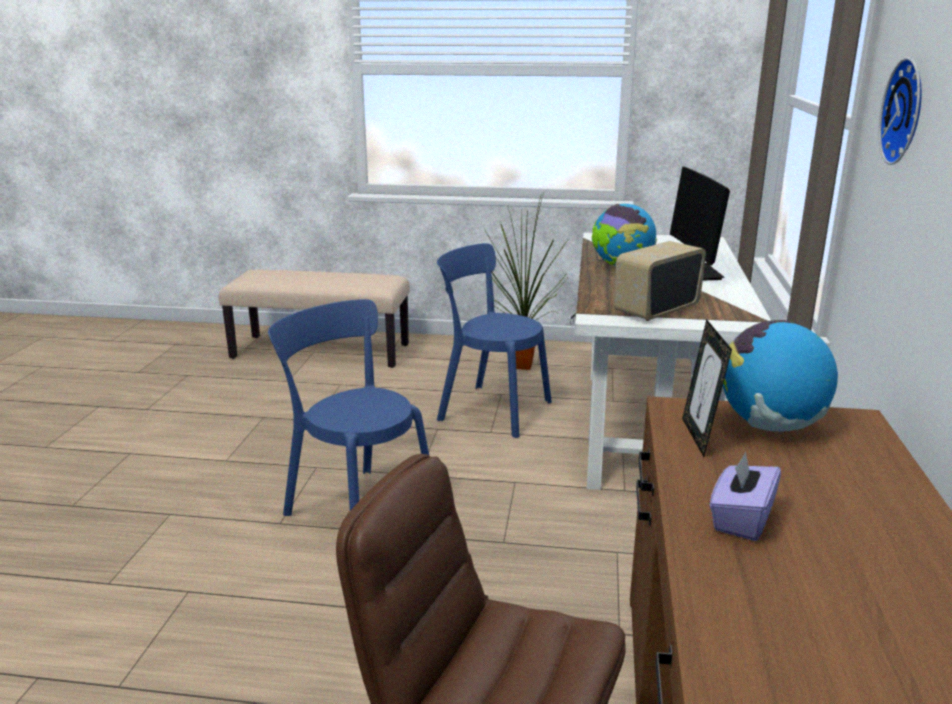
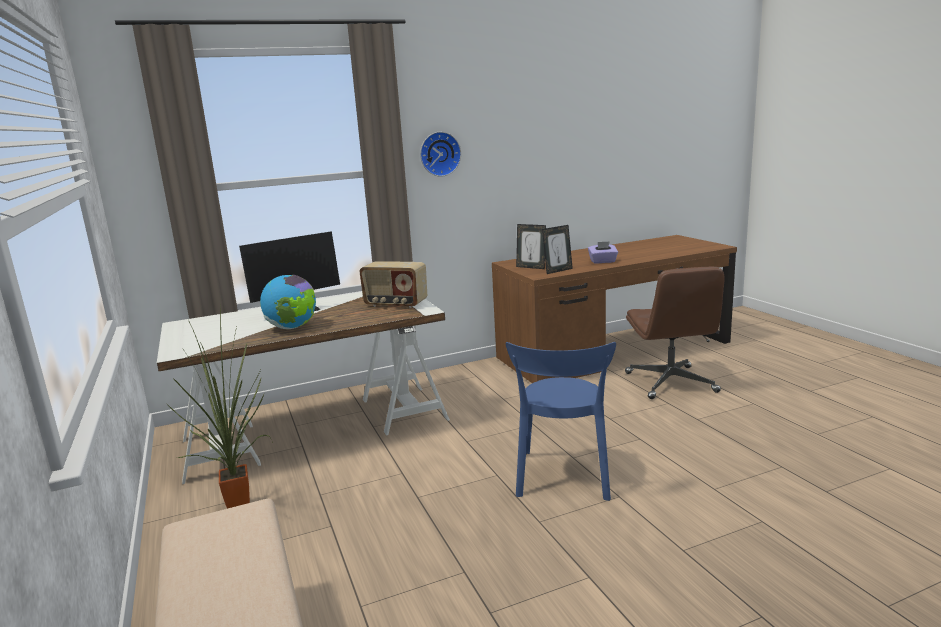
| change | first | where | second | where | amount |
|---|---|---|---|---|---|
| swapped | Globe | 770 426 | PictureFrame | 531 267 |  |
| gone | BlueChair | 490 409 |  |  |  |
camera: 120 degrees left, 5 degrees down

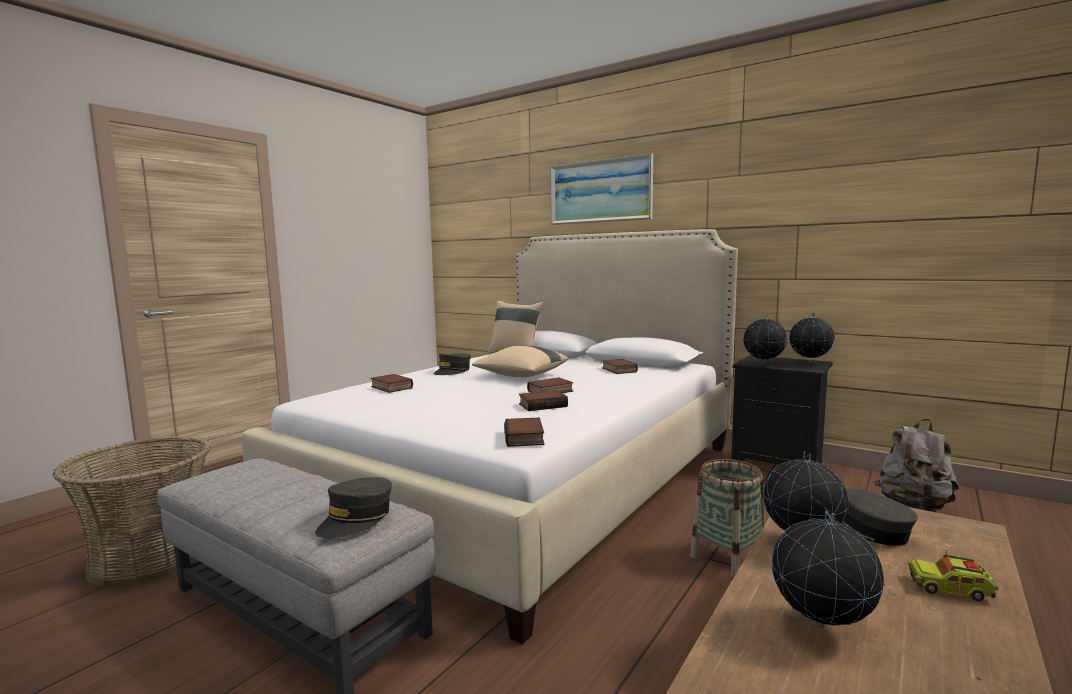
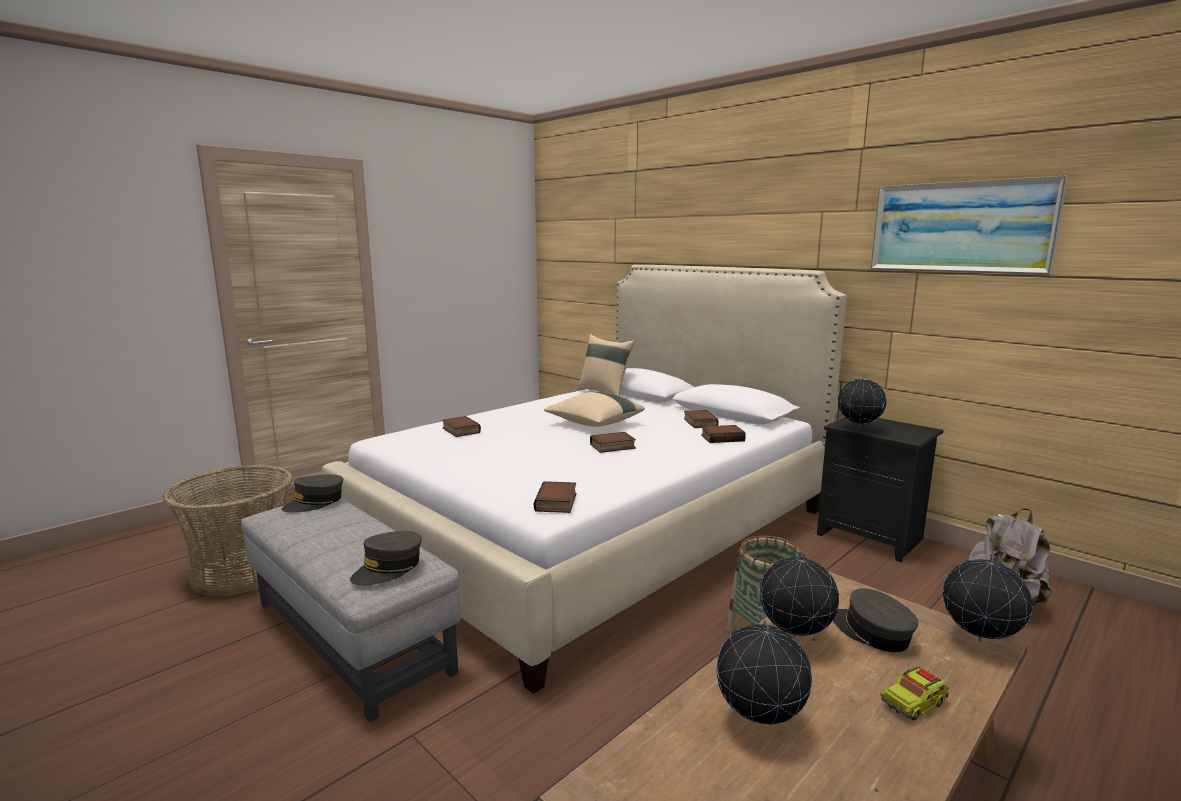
| change | first | where | second | where | amount |
|---|---|---|---|---|---|
| shifted | GreyCap | 452 371 |  | 315 502 |  |
| shifted | Book | 543 405 |  | 722 437 |  |
| shifted | Picture | 600 191 |  | 960 227 |  |
| rotated | ToyTruck | 950 589 |  | 913 703 | 60 degrees counterclockwise |
| shifted | Globe | 809 363 |  | 978 641 |  |
camera: 10 degrees right, 5 degrees up

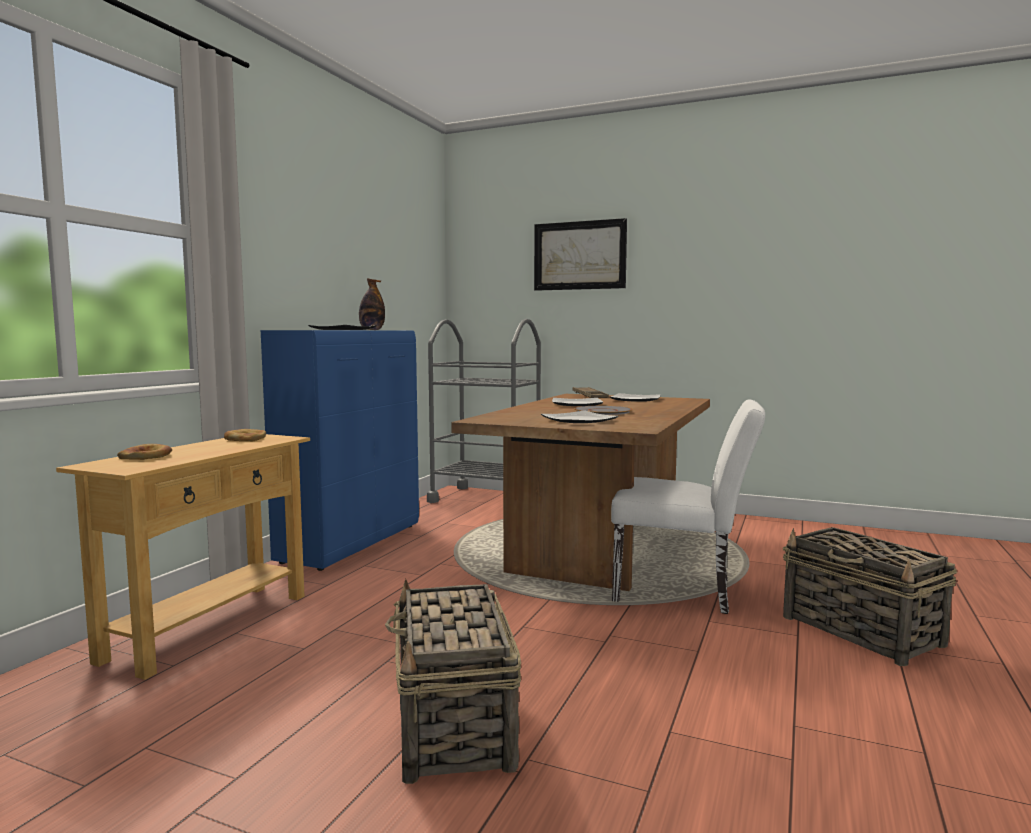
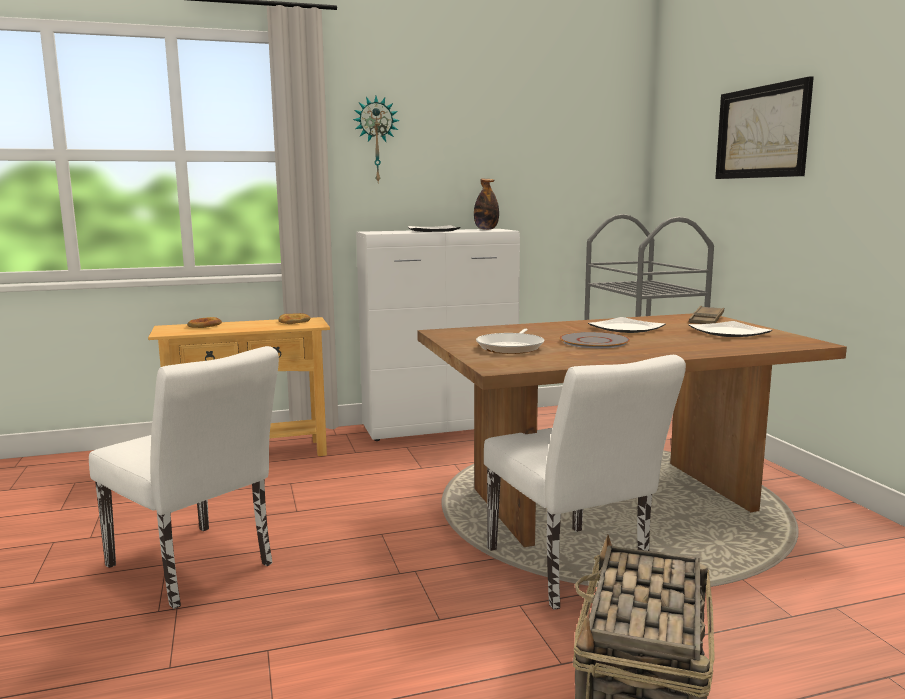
| change | first | where | second | where | amount |
|---|---|---|---|---|---|
| swapped | Basket | 453 726 | WhiteChair | 196 569 |  |
| new |  |  | WallClock | 376 140 |  |
| repainted | BlueCabinet | 352 543 | WhiteCabinet | 440 427 |  |
| swapped | Plate | 579 420 | FryingPan | 511 347 |  |
camera: 50 degrees right, 5 degrees up

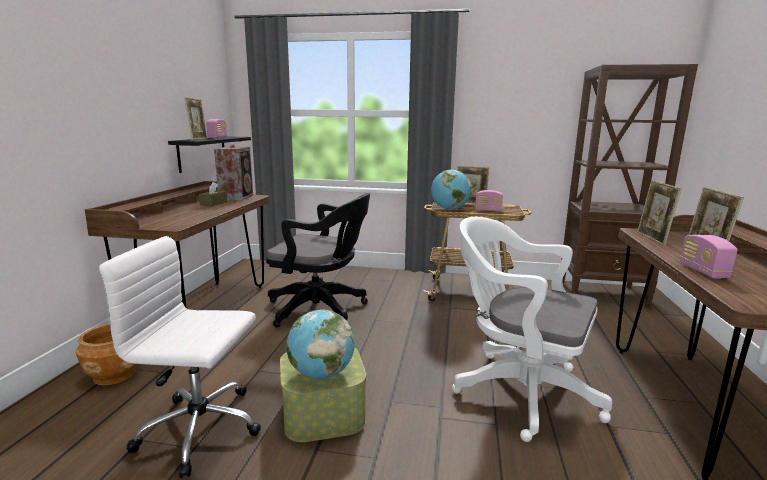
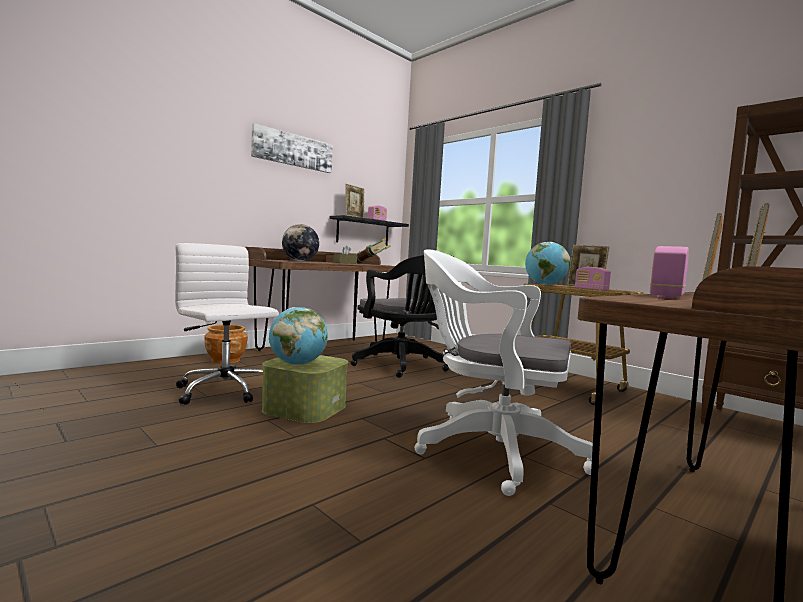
| change | first | where | second | where | amount |
|---|---|---|---|---|---|
| new |  |  | Picture | 293 150 |  |
| new |  |  | Globe | 300 261 |  |
| swapped | Speaker | 237 197 | Book | 371 264 |  |
| rotated | WhiteOfficeChair | 518 391 |  | 490 450 | 45 degrees counterclockwise |
camera: 35 degrees right, 10 degrees down

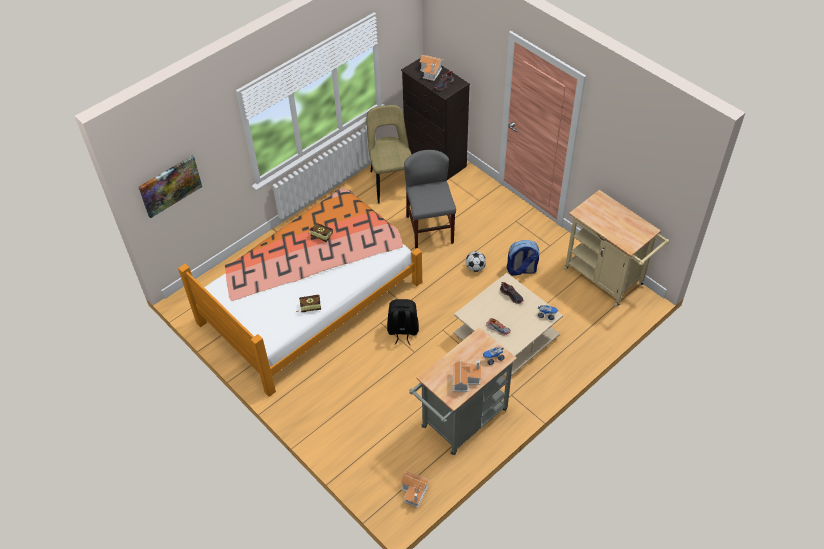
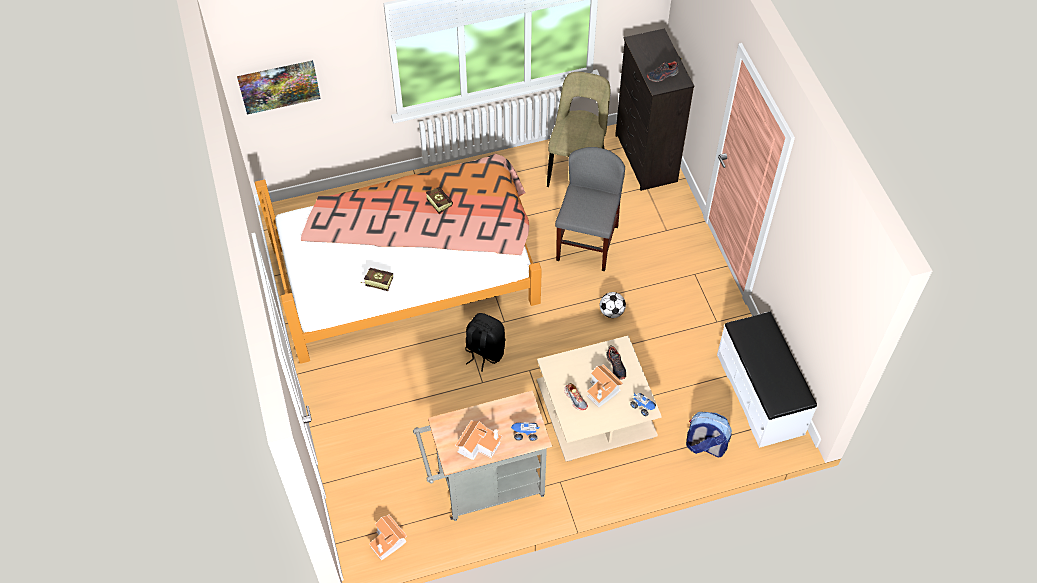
| change | first | where | second | where | amount |
|---|---|---|---|---|---|
| shifted | ToyHouse | 431 72 |  | 603 391 |  |
| shifted | Backpack | 521 270 |  | 705 446 |  |
| swapped | BeigeCart | 607 279 | WhiteBench | 760 393 |  |
camera: 25 degrees right, 5 degrees up

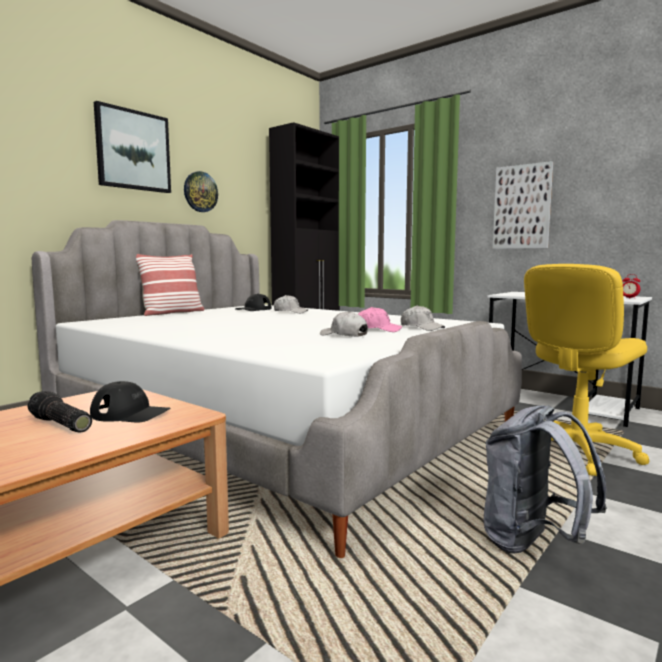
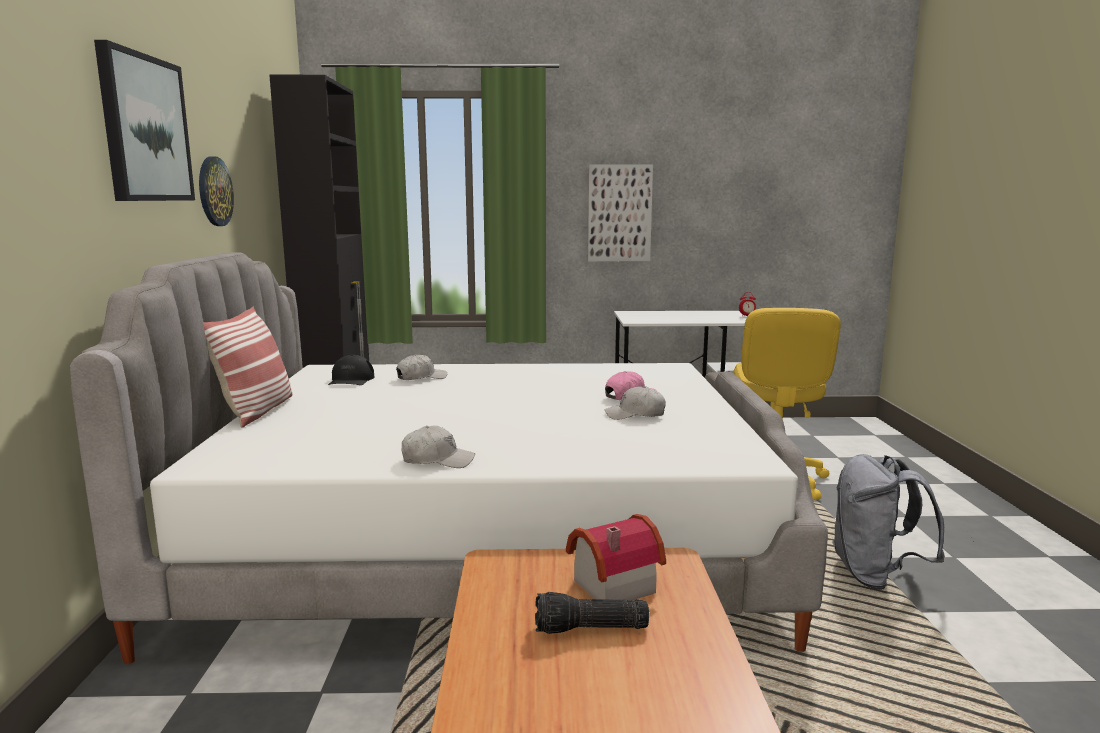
| change | first | where | second | where | amount |
|---|---|---|---|---|---|
| shifted | WhiteCap | 421 327 |  | 437 460 |  |
| swapped | BlackCap | 130 413 | ToyHouse | 609 584 |  |
camera: 40 degrees left, 5 degrees up

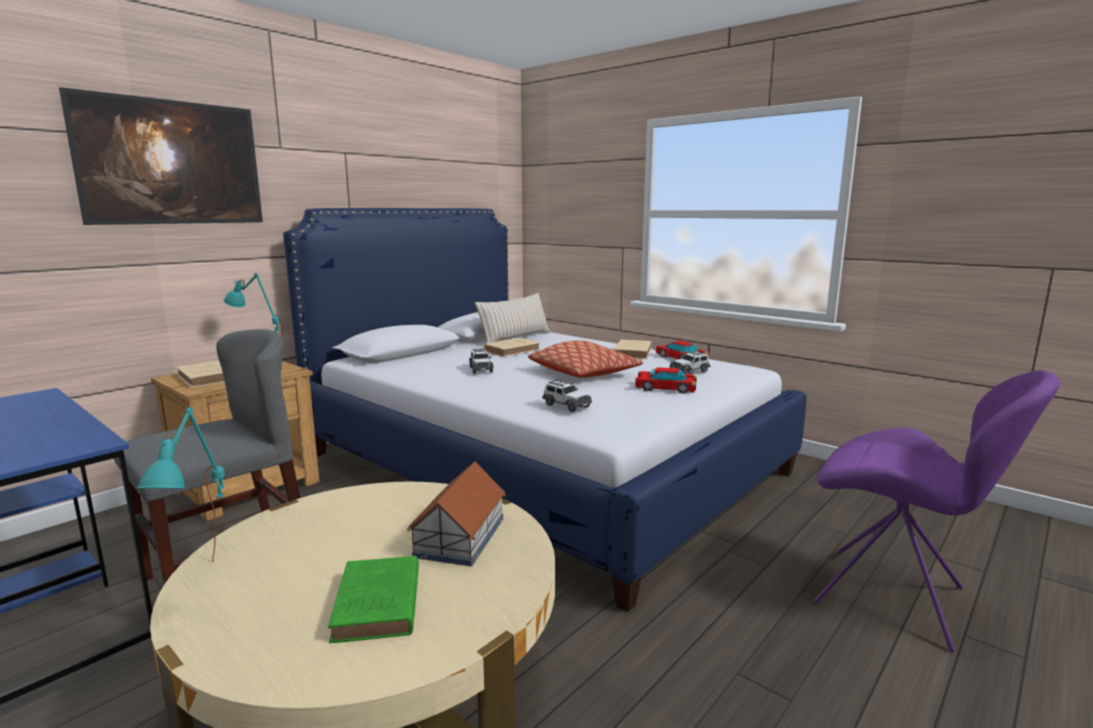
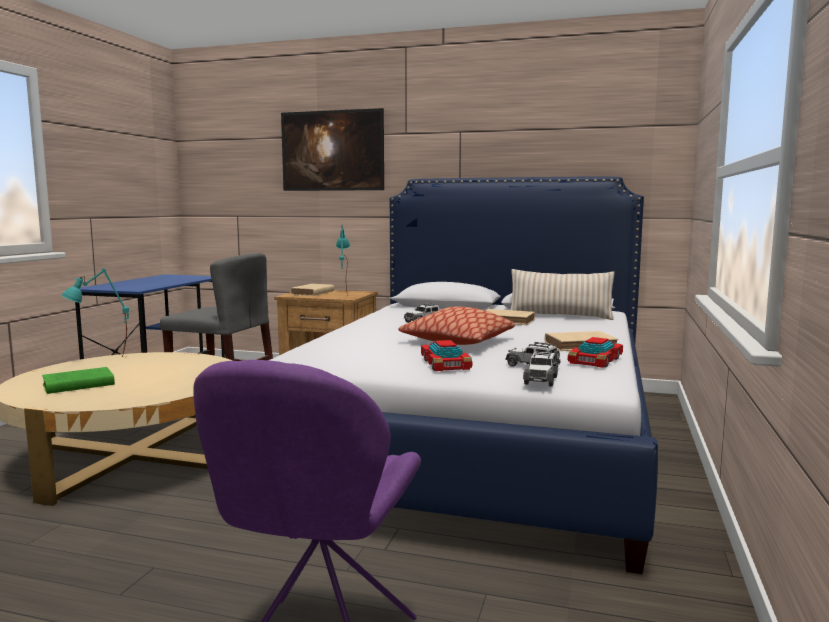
| change | first | where | second | where | amount |
|---|---|---|---|---|---|
| shifted | ToyCar | 566 406 |  | 541 380 |  |
| gone | ToyHouse | 461 536 |  |  |  |
camera: 65 degrees right, 5 degrees down

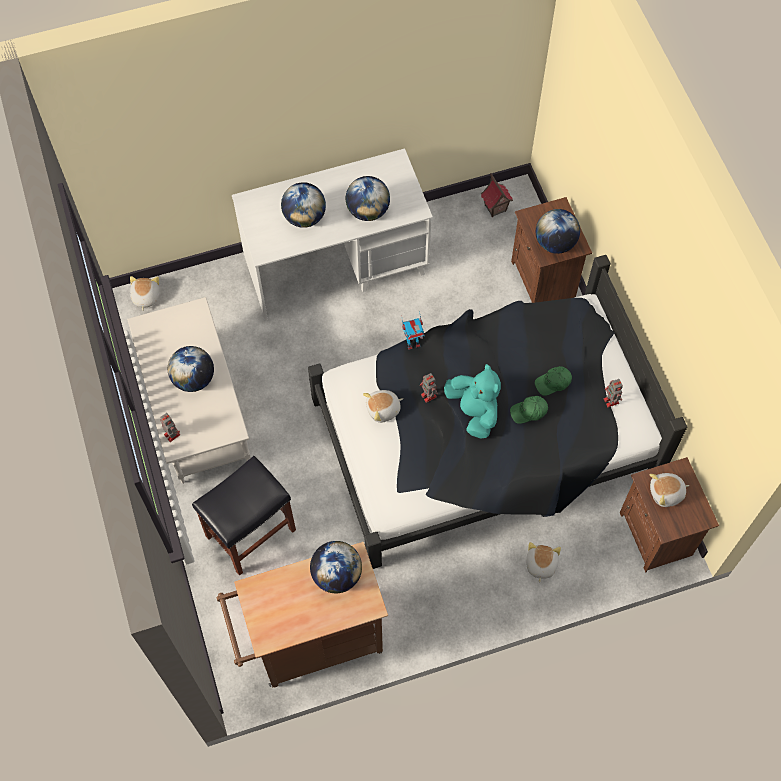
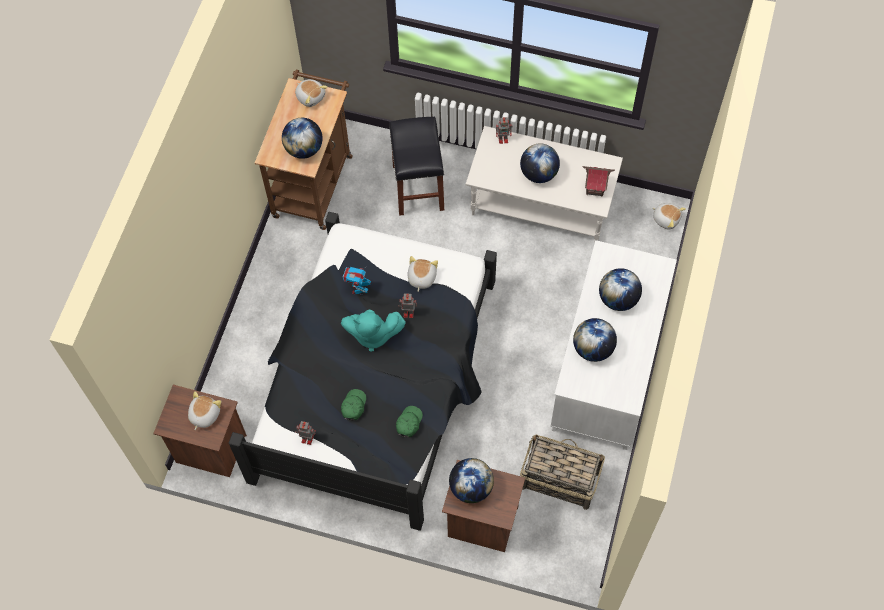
| change | first | where | second | where | amount |
|---|---|---|---|---|---|
| shifted | PlushToy | 540 565 |  | 310 96 |  |
| shifted | ToyRobot | 412 343 |  | 358 290 |  |
| shifted | GreenCap | 529 411 |  | 409 423 |  |
| new |  |  | Basket | 558 479 |  |
| shifted | ToyHouse | 495 208 |  | 595 188 |  |
camera: 125 degrees right, 0 degrees up

